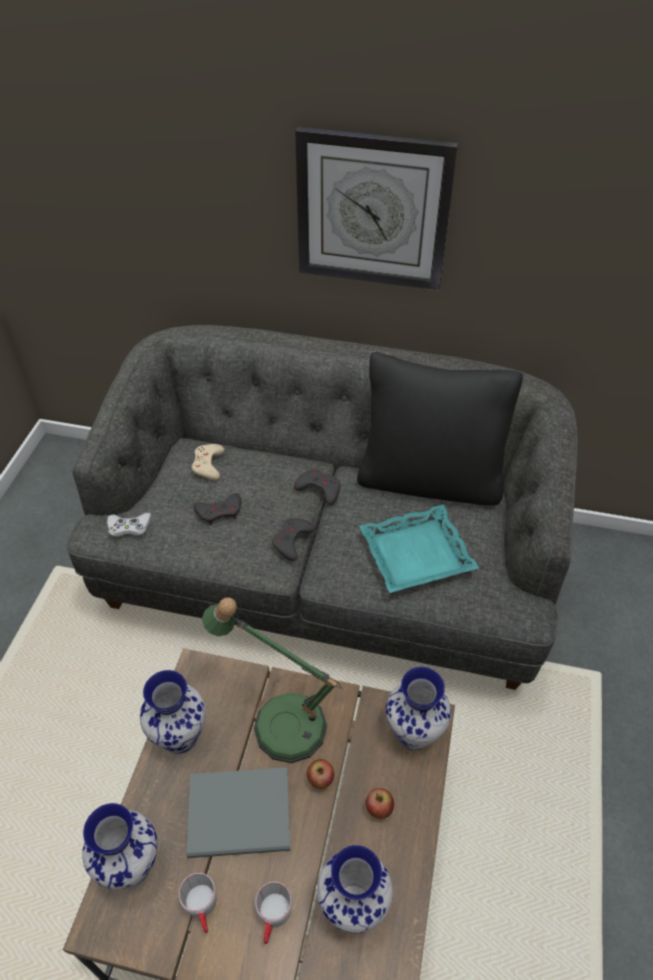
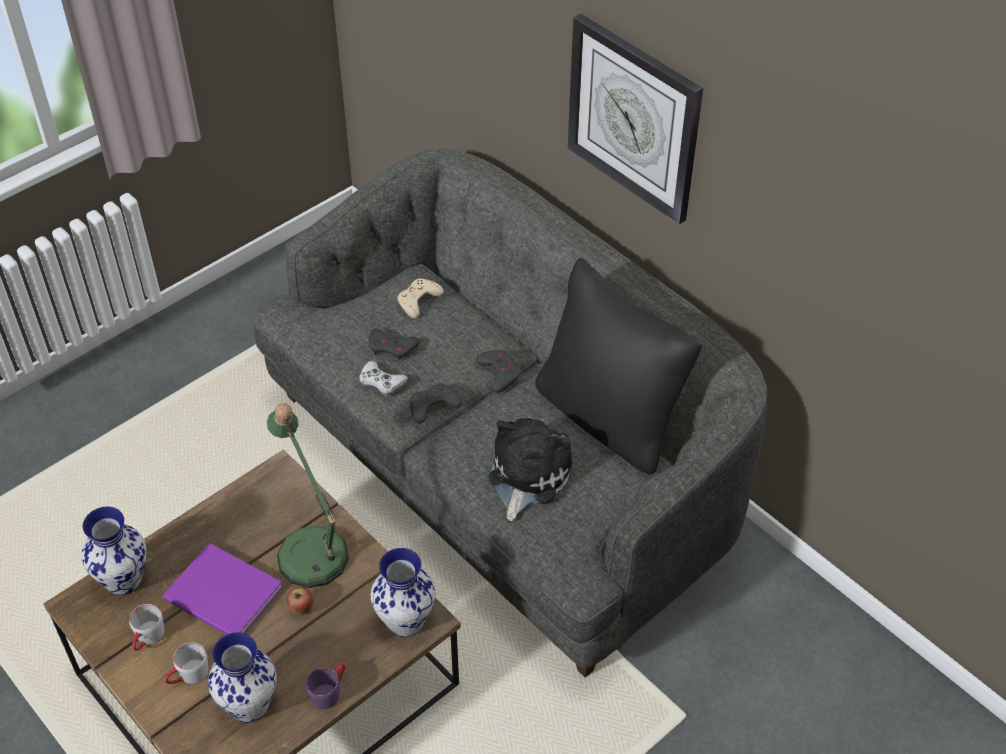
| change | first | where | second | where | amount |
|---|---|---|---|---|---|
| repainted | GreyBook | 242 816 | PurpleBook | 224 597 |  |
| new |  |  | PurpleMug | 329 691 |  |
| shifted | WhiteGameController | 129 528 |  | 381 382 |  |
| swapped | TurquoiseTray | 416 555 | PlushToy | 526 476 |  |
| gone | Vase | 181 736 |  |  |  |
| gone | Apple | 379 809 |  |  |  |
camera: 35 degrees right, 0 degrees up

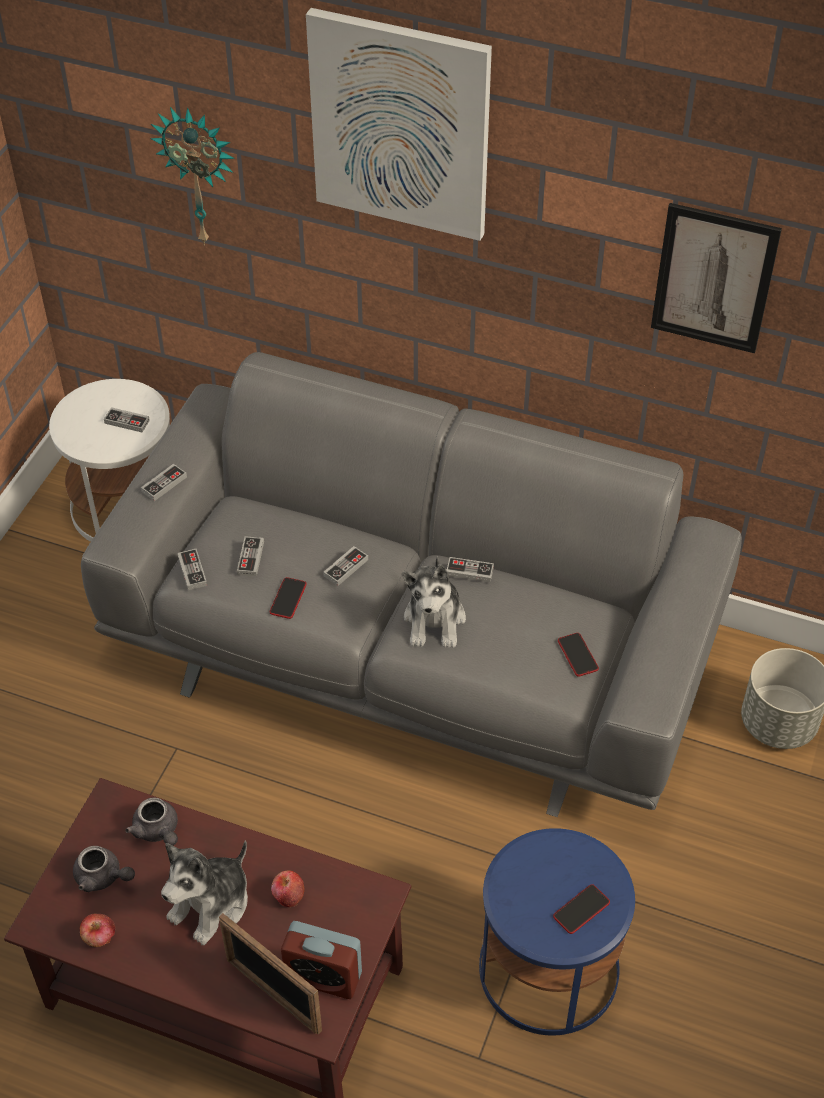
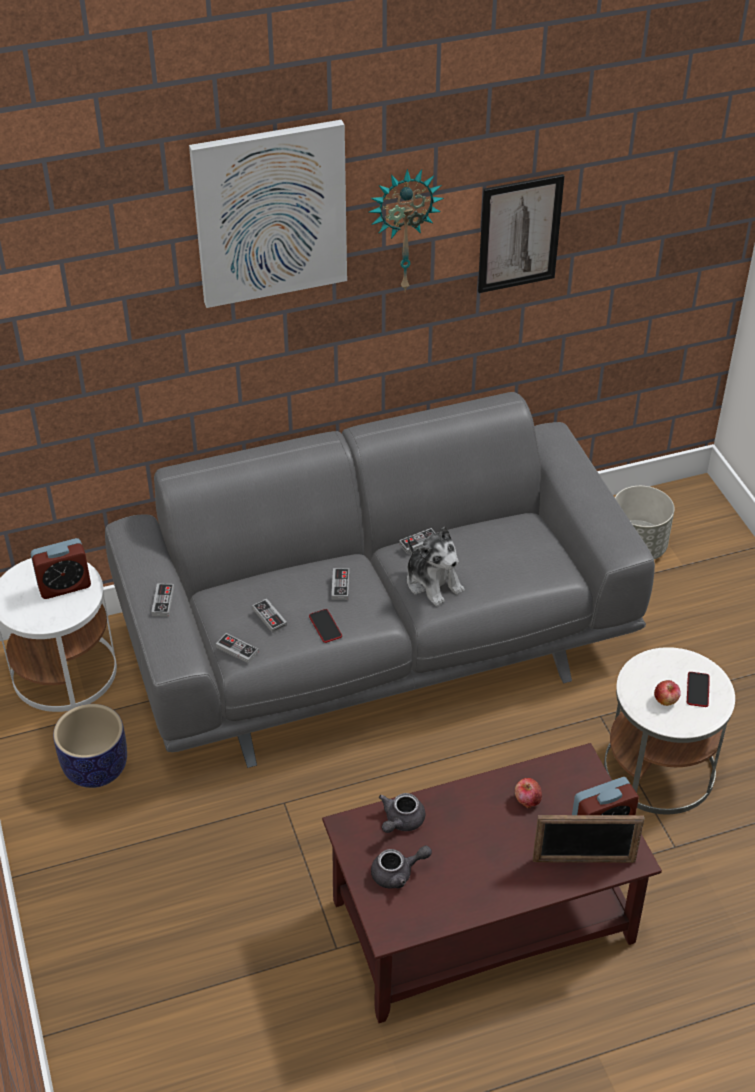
| change | first | where | second | where | amount |
|---|---|---|---|---|---|
| swapped | GameController | 127 422 | AlarmClock | 64 586 |  |
| new |  |  | Planter | 96 767 |  |
| shifted | WallClock | 199 175 |  | 403 229 |  |
| rotated | GreyTeapot | 158 831 |  | 401 821 | 105 degrees clockwise |
| repainted | BlueSideTable | 549 969 | WhiteSideTable | 660 769 |  |
| shifted | Apple | 99 937 |  | 665 700 |  |
| gone | PlushToy | 211 904 |  |  |  |
| gone | Phone | 577 655 |  |  |  |
camera: 40 degrees left, 5 degrees down

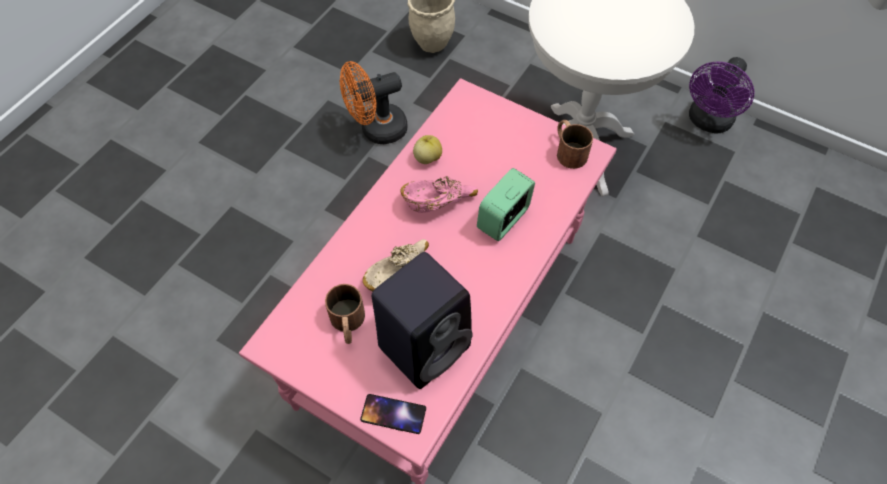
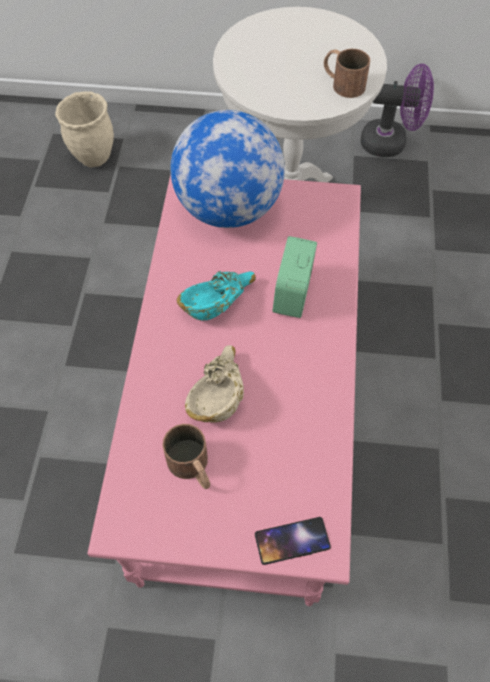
| change | first | where | second | where | amount |
|---|---|---|---|---|---|
| new |  |  | Globe | 229 209 |  |
| repainted | PinkBowl | 439 200 | TurquoiseBowl | 217 300 |  |
| shifted | BrownMug | 568 150 |  | 342 83 |  |
| rotated | PurpleFan | 708 122 |  | 391 143 | 90 degrees counterclockwise |
| gone | OrangeFan | 376 130 |  |  |  |
| gone | BlackSpeaker | 426 344 |  |  |  |
| gone | Apple | 427 158 |  |  |  |
camera: 25 degrees left, 0 degrees up

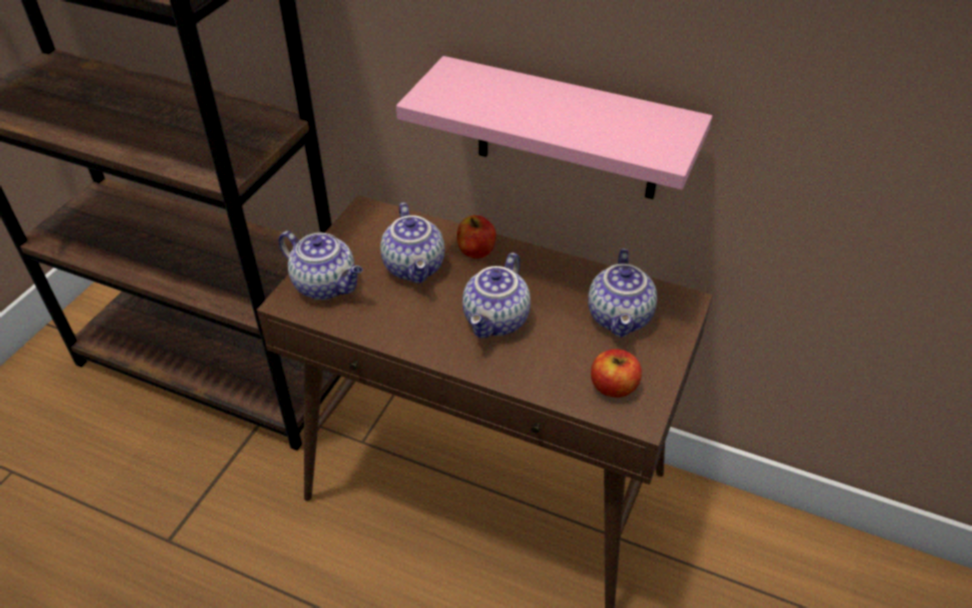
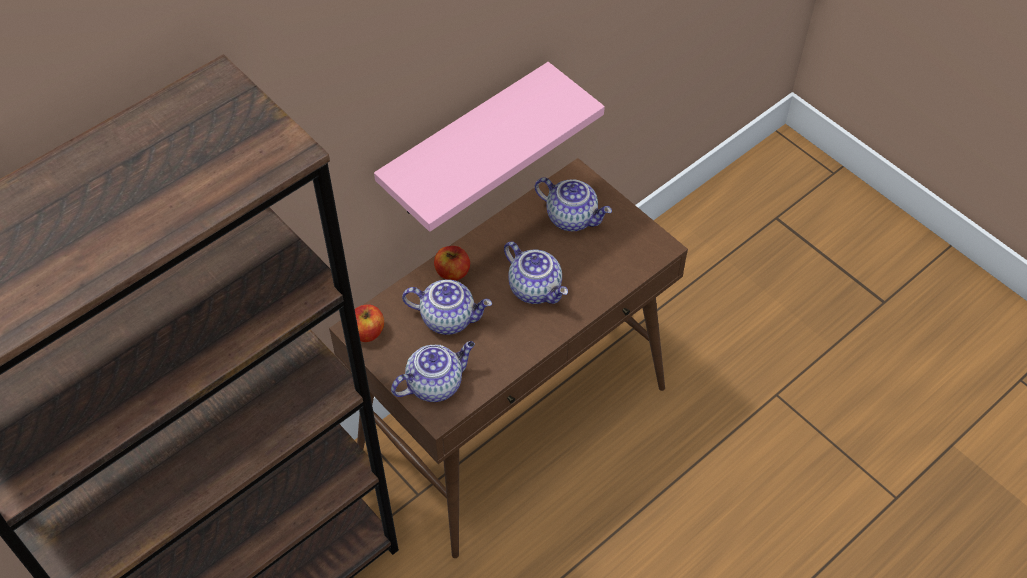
| change | first | where | second | where | amount |
|---|---|---|---|---|---|
| shifted | Apple | 613 387 |  | 367 332 |  |
camera: 65 degrees left, 10 degrees up

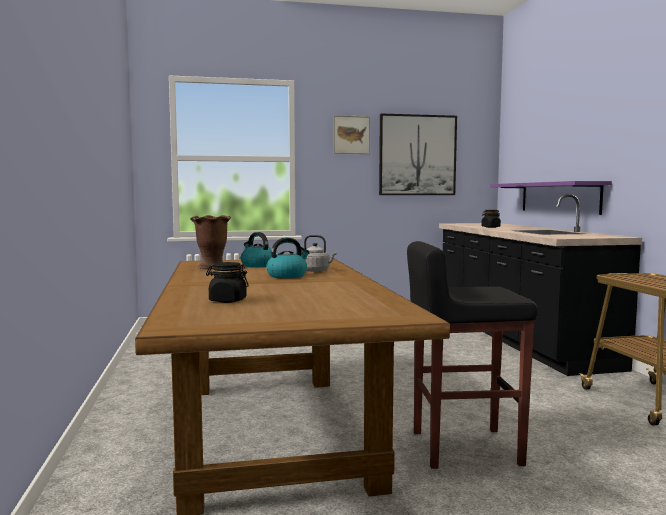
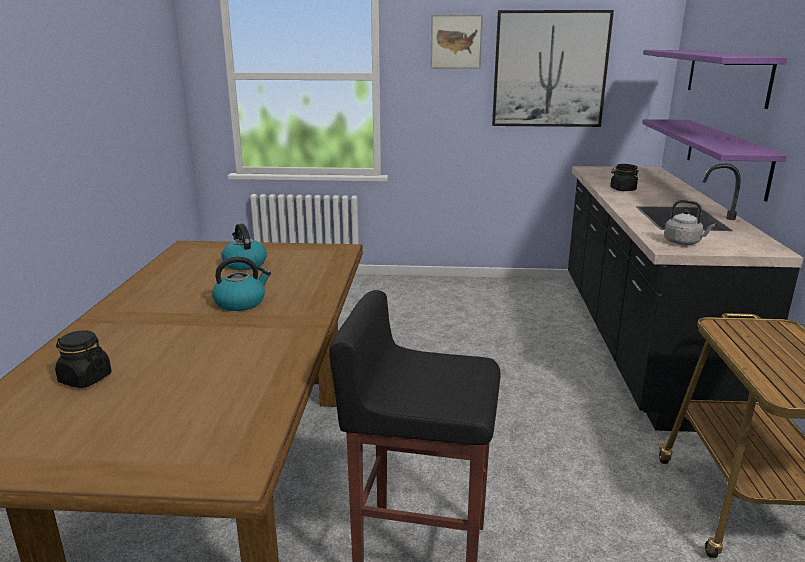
| change | first | where | second | where | amount |
|---|---|---|---|---|---|
| new |  |  | PurpleShelf | 726 75 |  |
| shifted | GreyKettle | 317 270 |  | 684 243 |  |
| gone | BrownVase | 212 267 |  |  |  |
camera: 15 degrees right, 15 degrees up

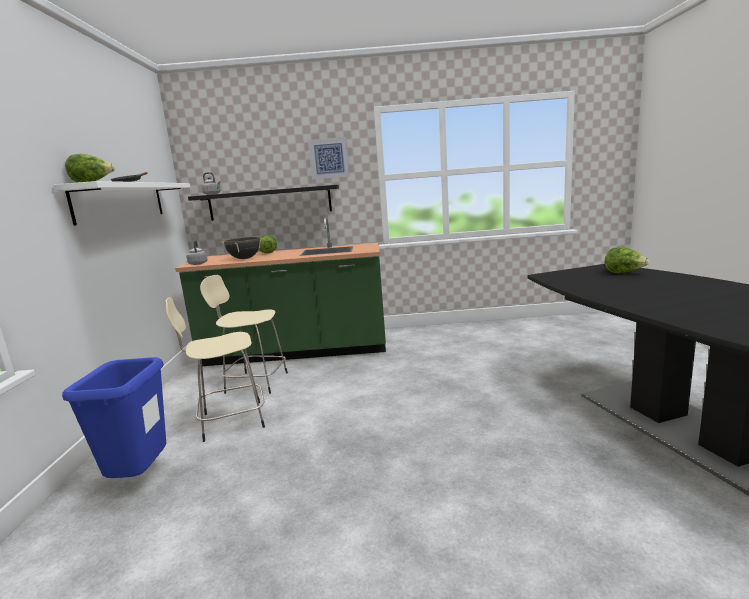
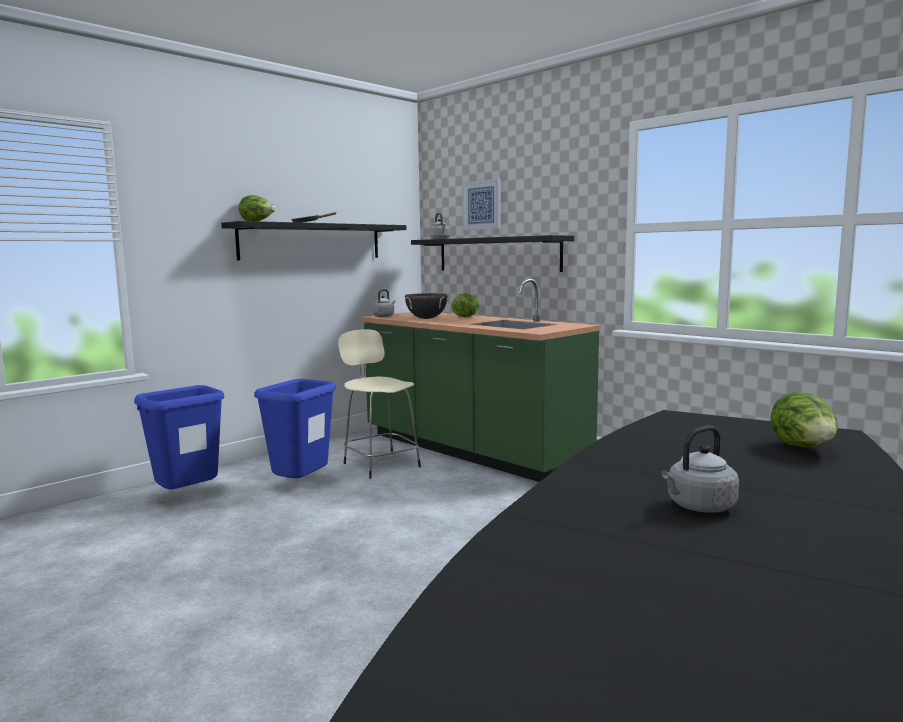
| change | first | where | second | where | amount |
|---|---|---|---|---|---|
| repainted | WhiteShelf | 121 202 | BlackShelf | 312 241 |  |
| swapped | BeigeStool | 230 421 | BlueTrashCan | 301 487 |  |
| shifted | Picture | 329 158 |  | 482 205 |  |
| new |  |  | GreyKettle | 698 507 |  |
camera: 45 degrees right, 5 degrees down

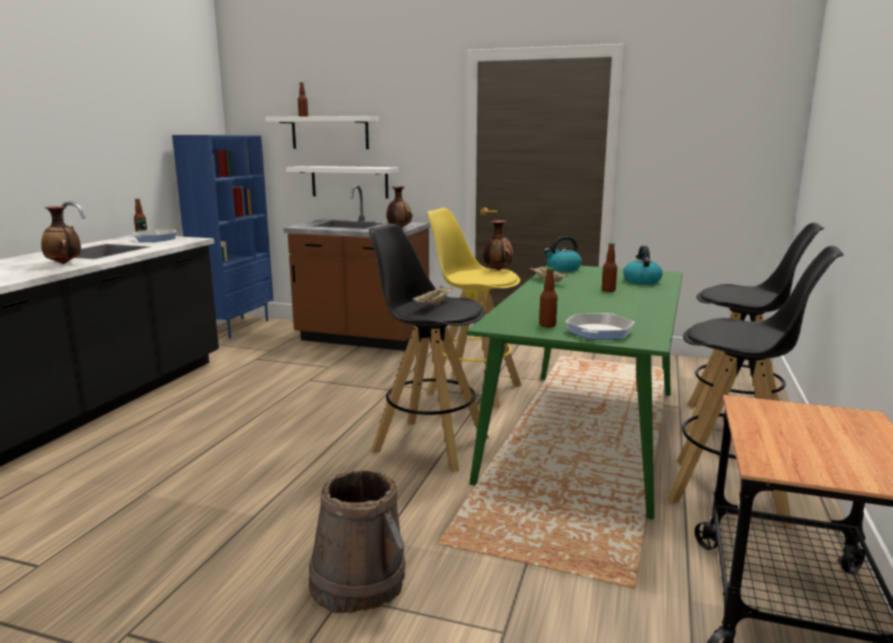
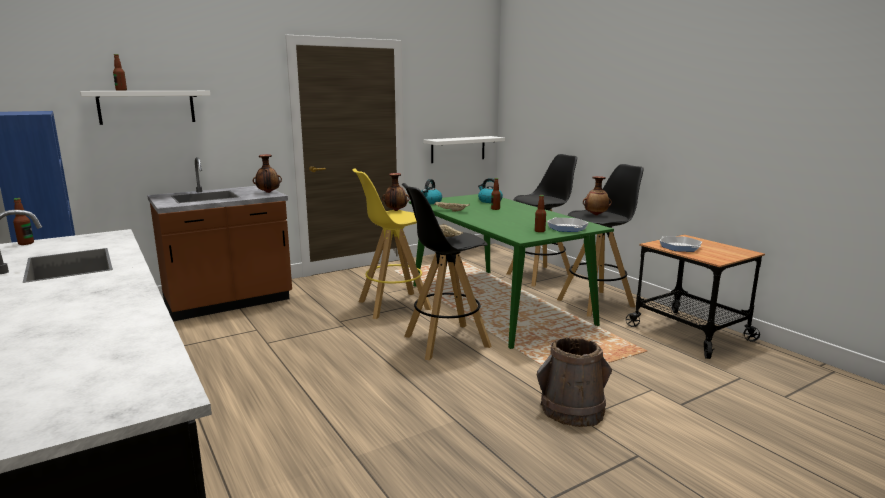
| change | first | where | second | where | amount |
|---|---|---|---|---|---|
| shifted | WhiteShelf | 349 182 |  | 458 149 |  |
| shifted | Vase | 64 263 |  | 596 215 |  |
| shifted | FryingPan | 155 239 |  | 680 247 |  |
camera: 50 degrees left, 0 degrees up

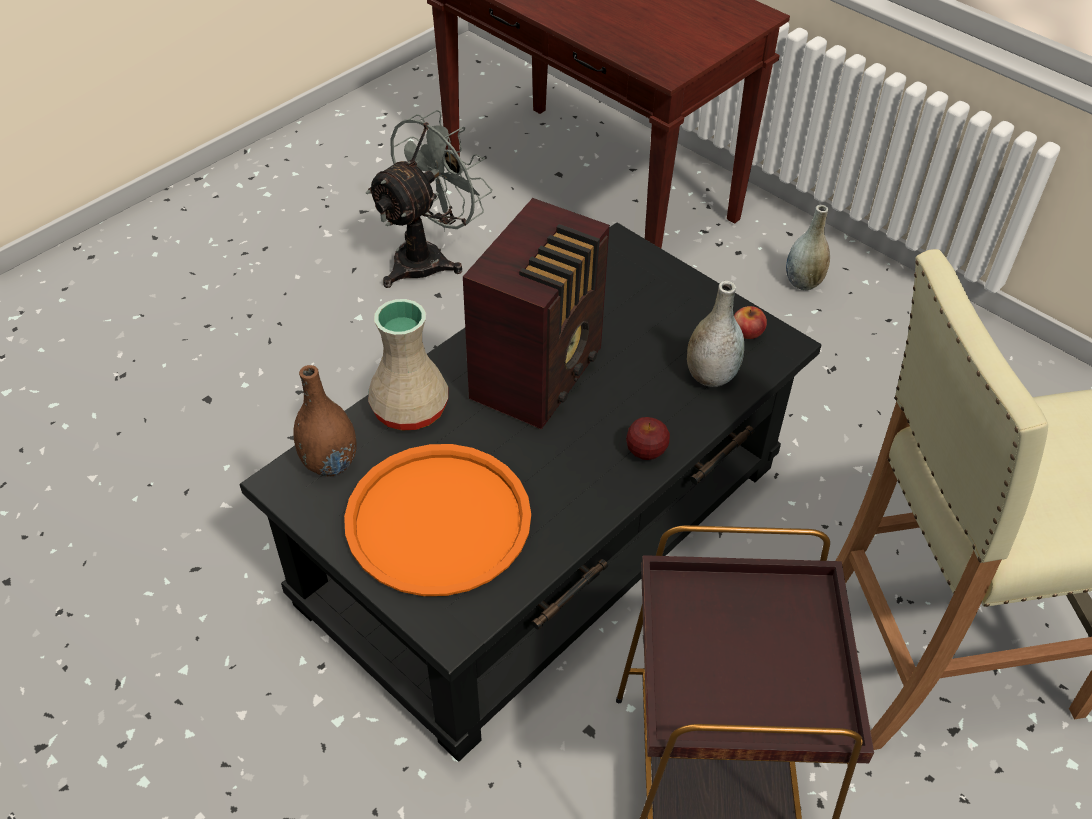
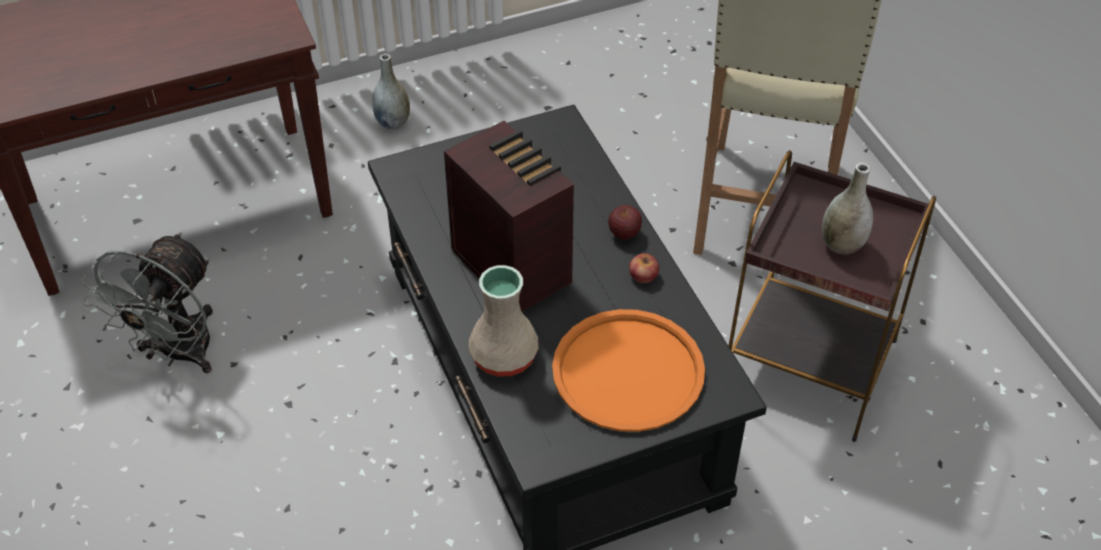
| change | first | where | second | where | amount |
|---|---|---|---|---|---|
| rotated | GreyFan | 429 257 |  | 177 354 | 135 degrees counterclockwise |
| shifted | Apple | 747 331 |  | 643 275 |  |
| shifted | GreyVase | 711 376 |  | 842 244 |  |
| gone | BrownVase | 330 463 |  |  |  |
camera: 65 degrees left, 0 degrees up

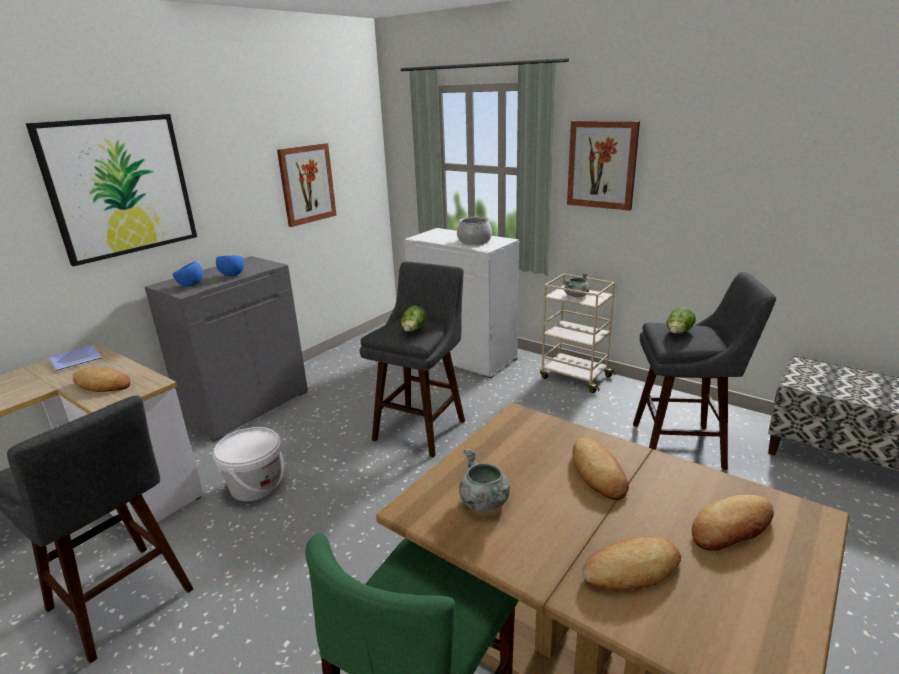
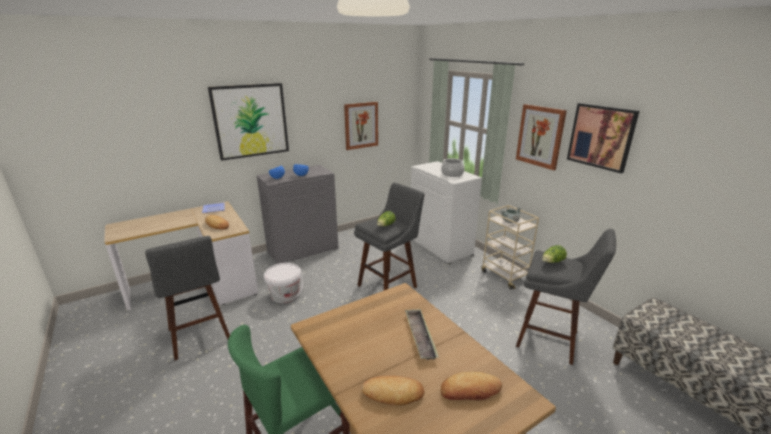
| change | first | where | second | where | amount |
|---|---|---|---|---|---|
| swapped | Bread | 598 472 | Tray | 420 336 |  |
| new |  |  | Picture | 601 136 |  |
| gone | GreyCookingPot | 483 501 |  |  |  |
camera: 20 degrees right, 0 degrees up

